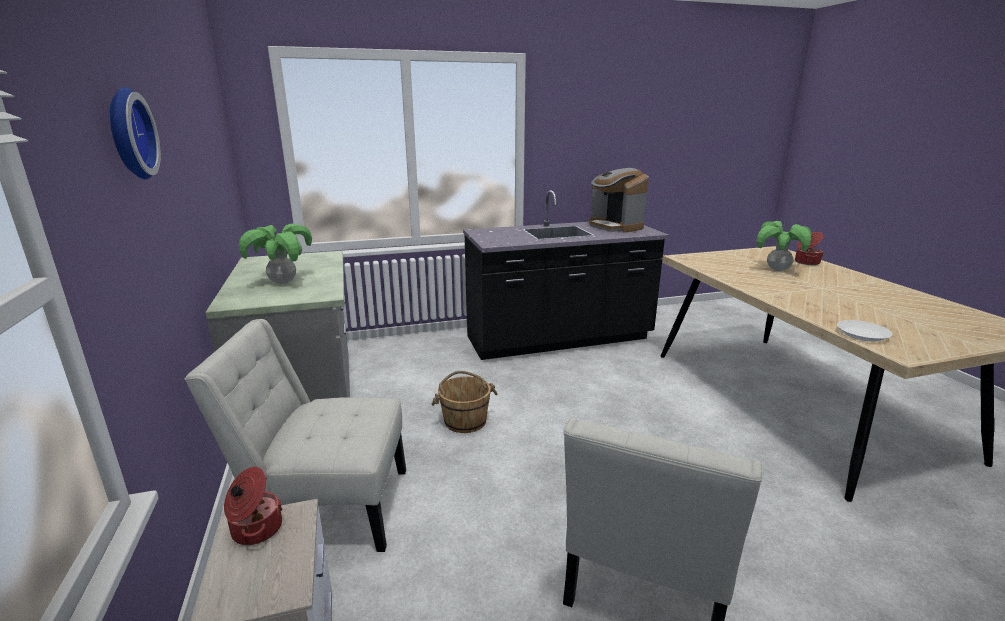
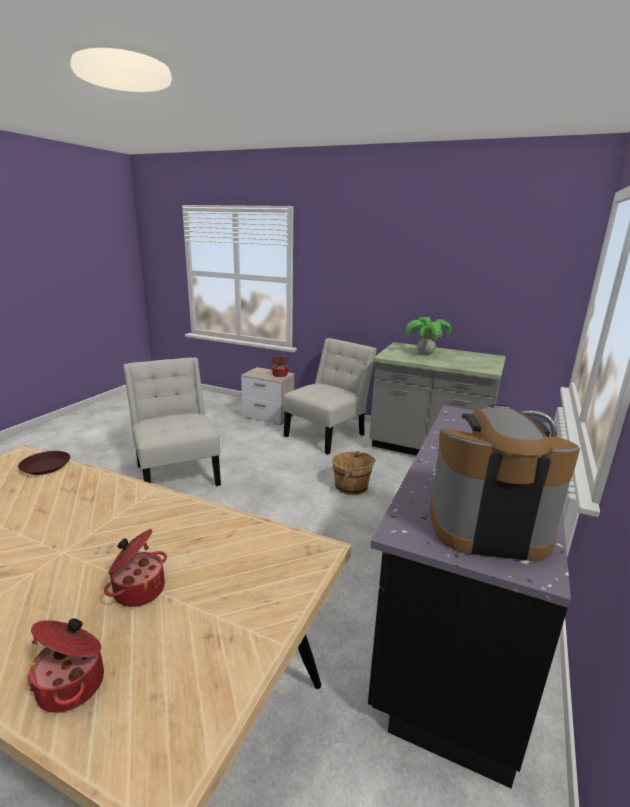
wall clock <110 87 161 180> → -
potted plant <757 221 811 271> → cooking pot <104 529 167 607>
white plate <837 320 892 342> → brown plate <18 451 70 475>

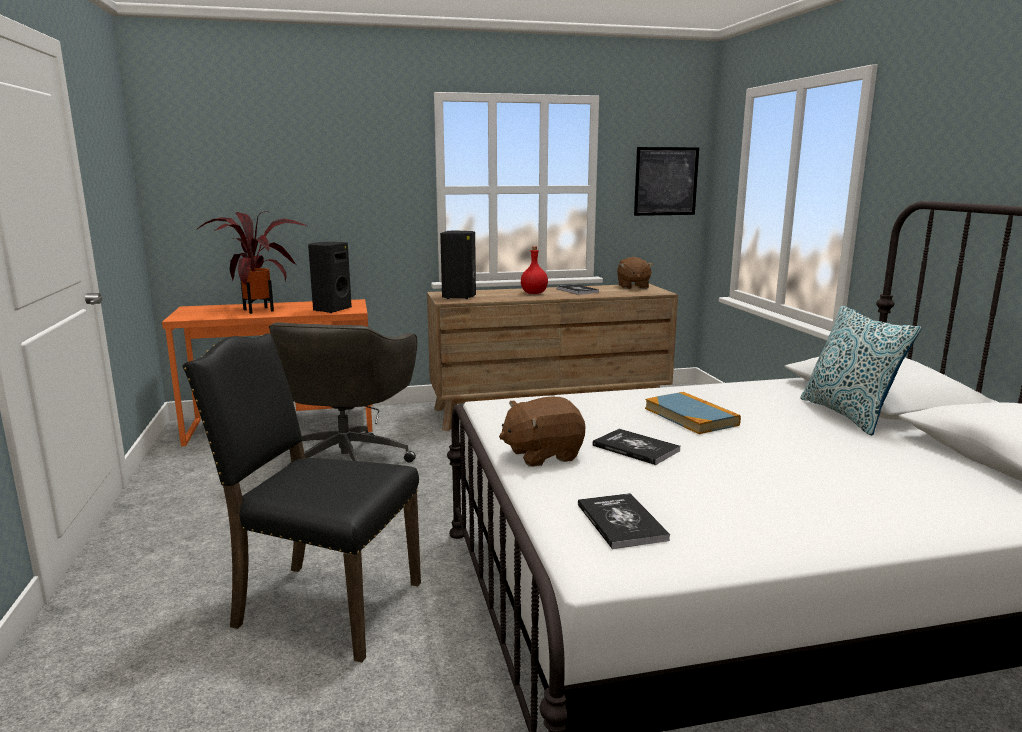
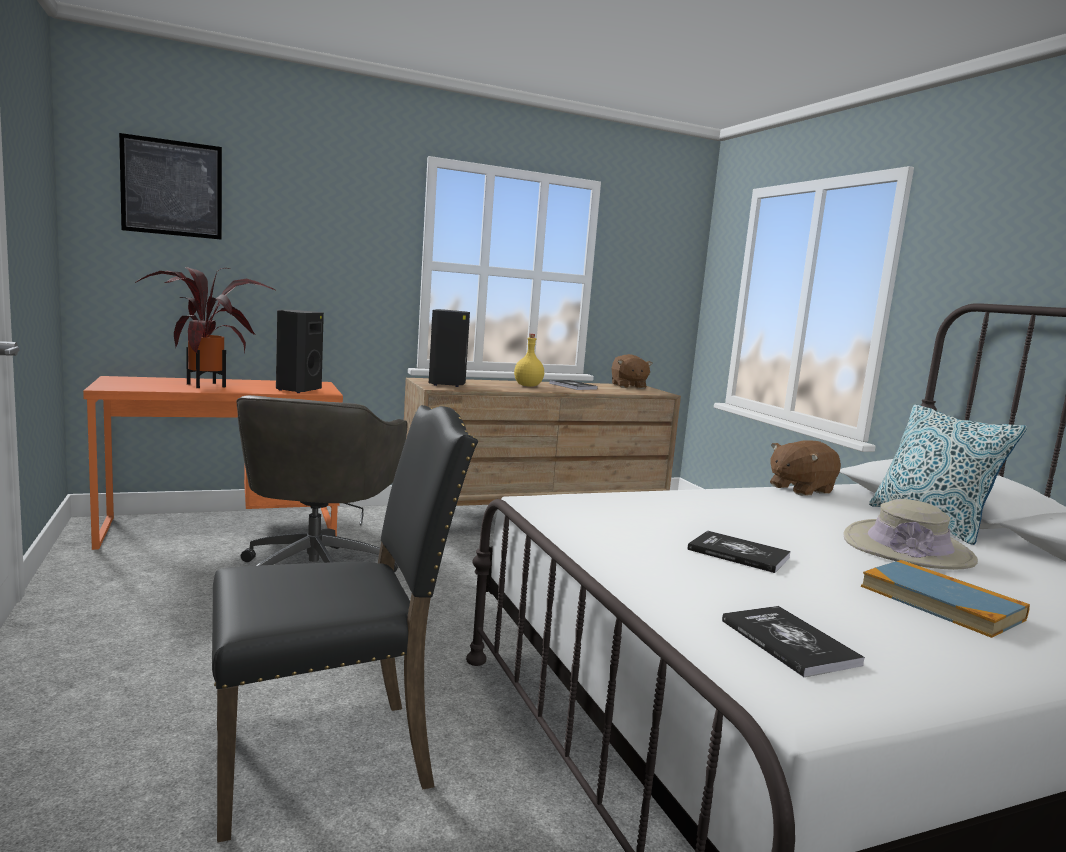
black chair <183 333 421 662> → black chair <212 405 478 843>, 150 degrees clockwise
brown plush toy <499 397 585 467> → brown plush toy <770 440 841 496>, moved
red bottle <521 246 548 294> → yellow bottle <514 334 544 387>
picture <634 147 699 216> → picture <119 133 222 240>, moved
book <645 392 741 434> → book <861 560 1030 638>, moved
- → beige hat <843 499 978 570>

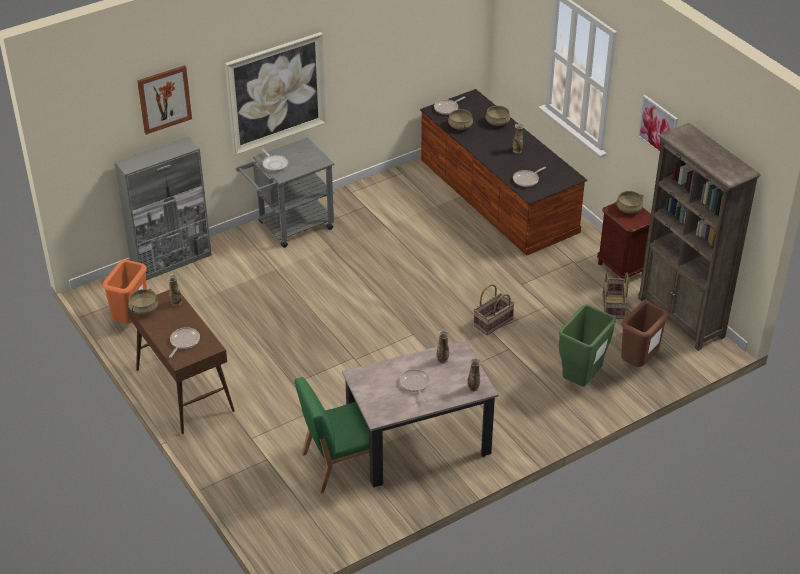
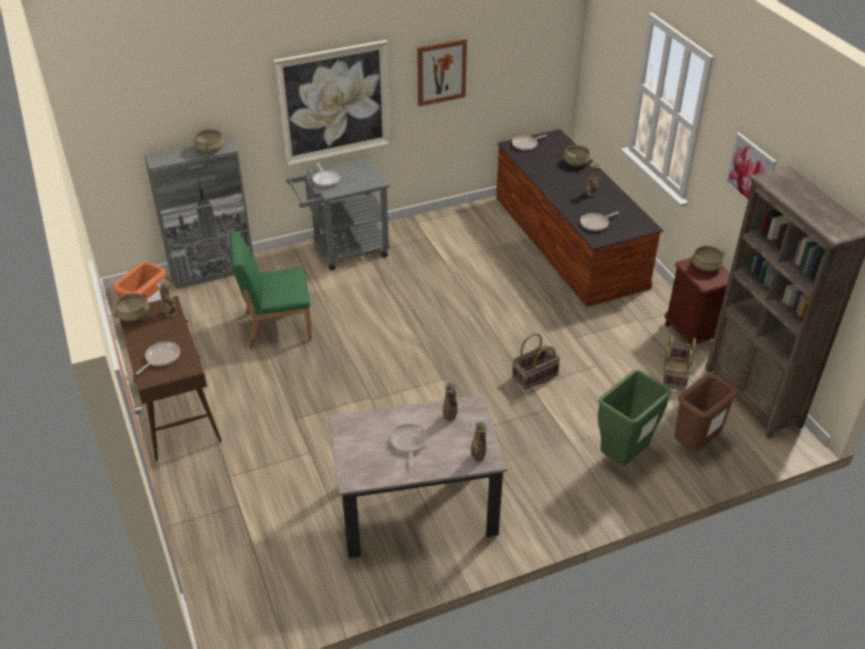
picture <137 65 192 135> → picture <417 39 467 106>, moved
green chair <295 377 369 494> → green chair <230 231 312 349>, moved
beige cooking pot <448 109 473 130> → beige cooking pot <194 129 224 153>, moved

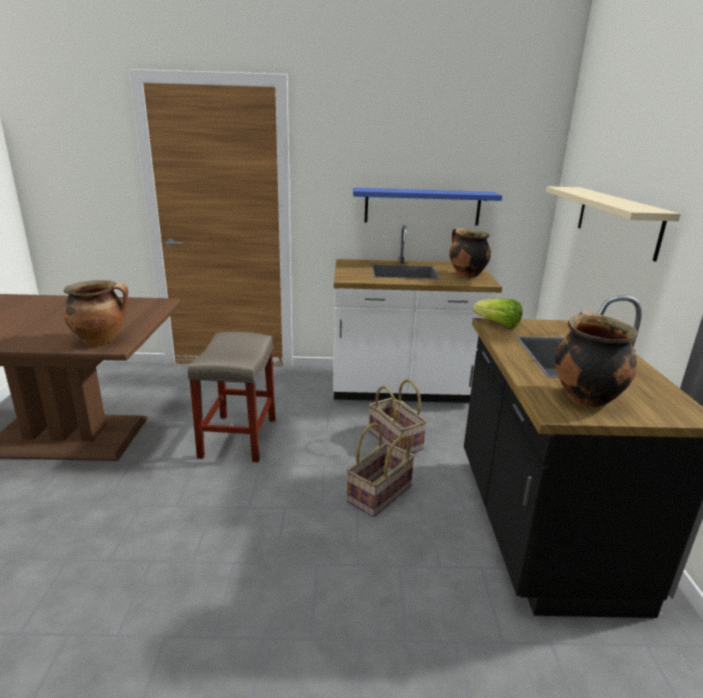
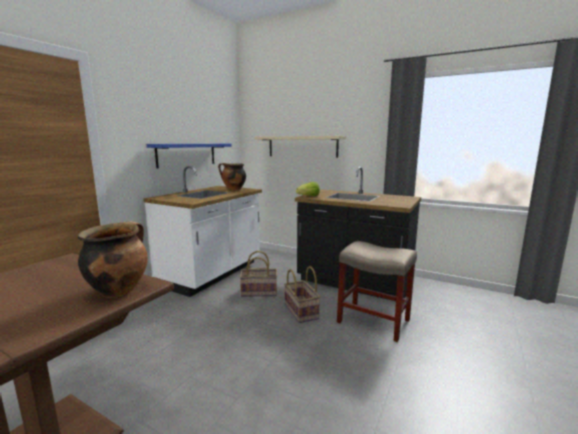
beige stool <187 332 275 462> → beige stool <337 241 417 342>, moved
cooking pot <555 311 637 408> → -

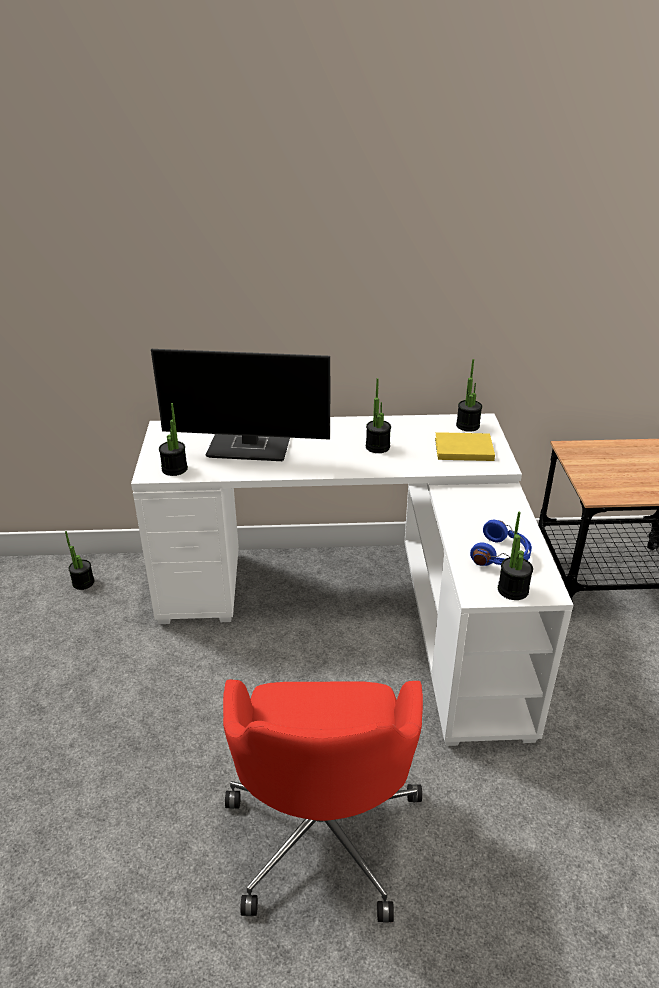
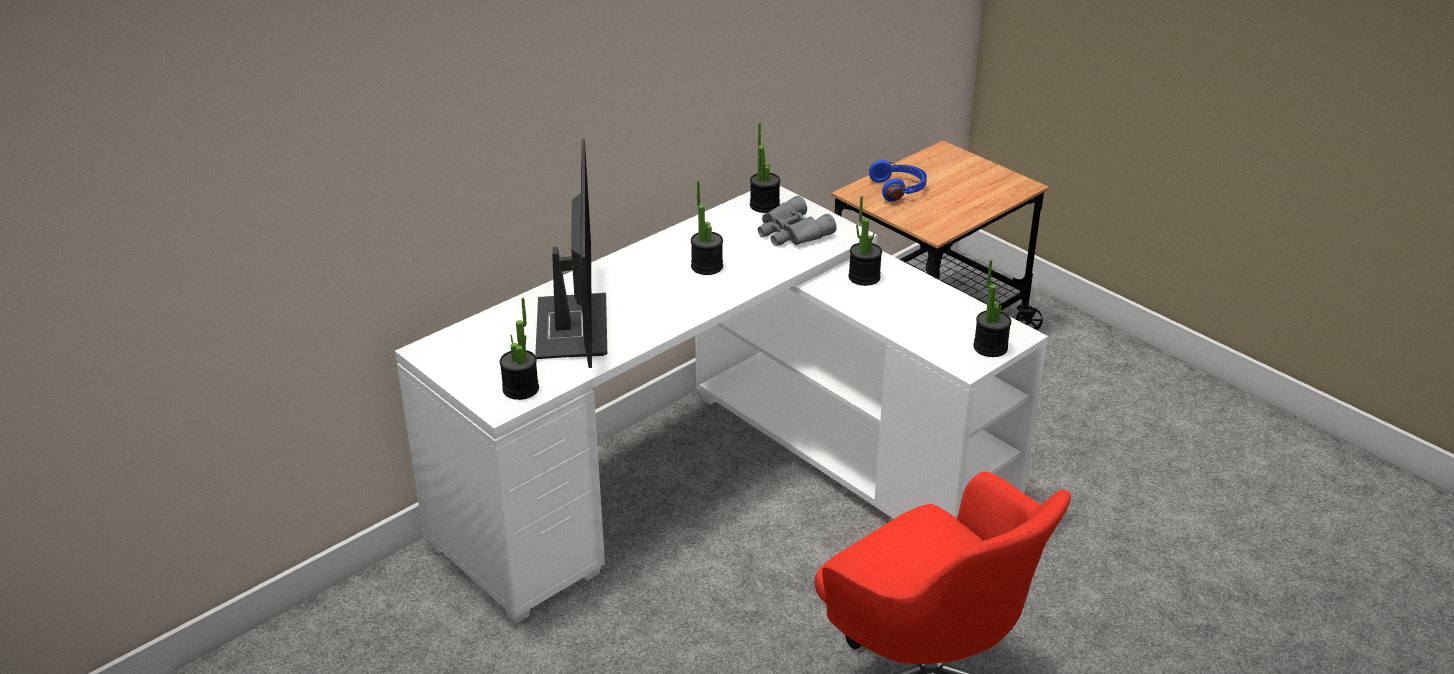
potted plant <65 531 95 590> → potted plant <848 196 882 286>, moved
monitor <151 349 330 461> → monitor <535 139 607 368>, 60 degrees counterclockwise
yellow book <435 432 495 461> → grey binoculars <758 196 837 246>
blue headphones <470 520 532 566> → blue headphones <869 160 927 202>, moved

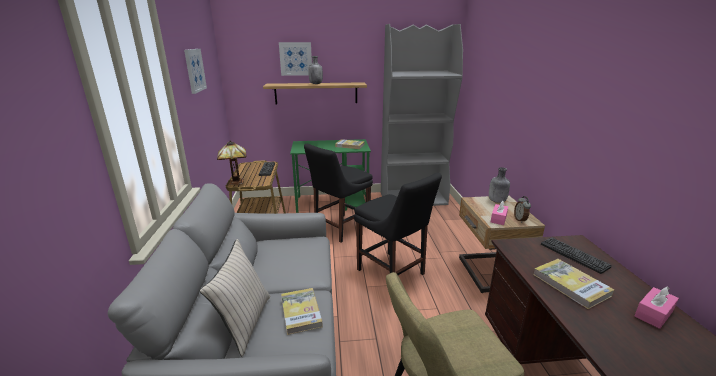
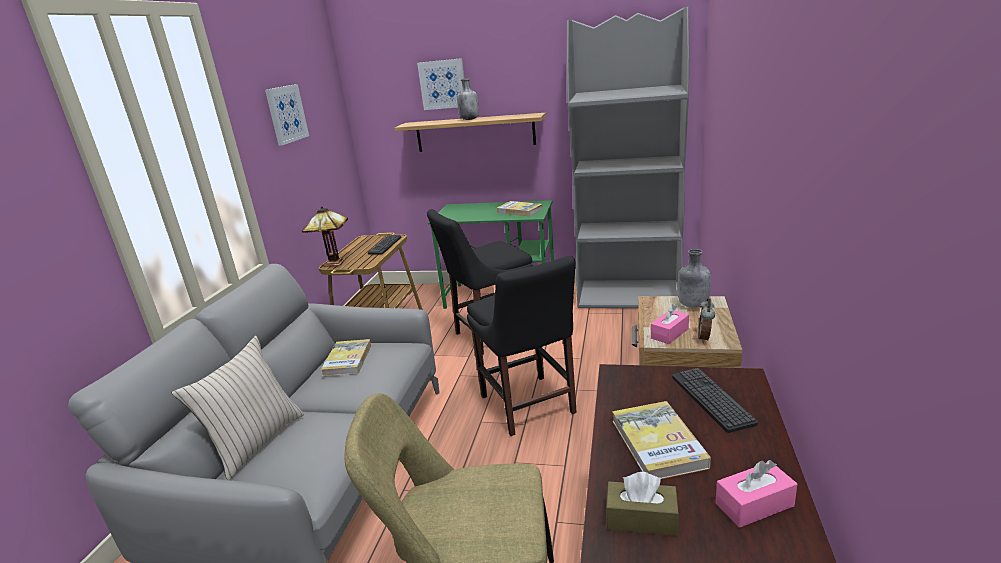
book <281 288 323 335> → book <321 339 371 376>, moved
- → brown tissue box <606 472 679 536>

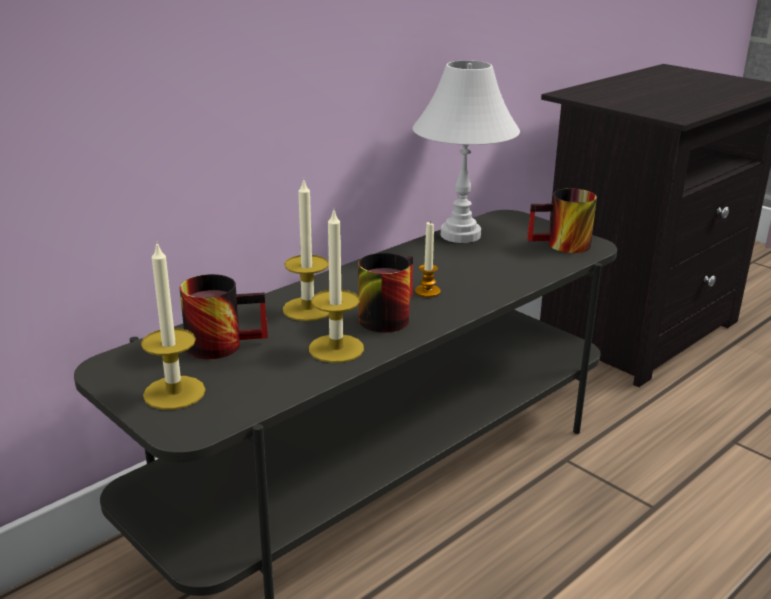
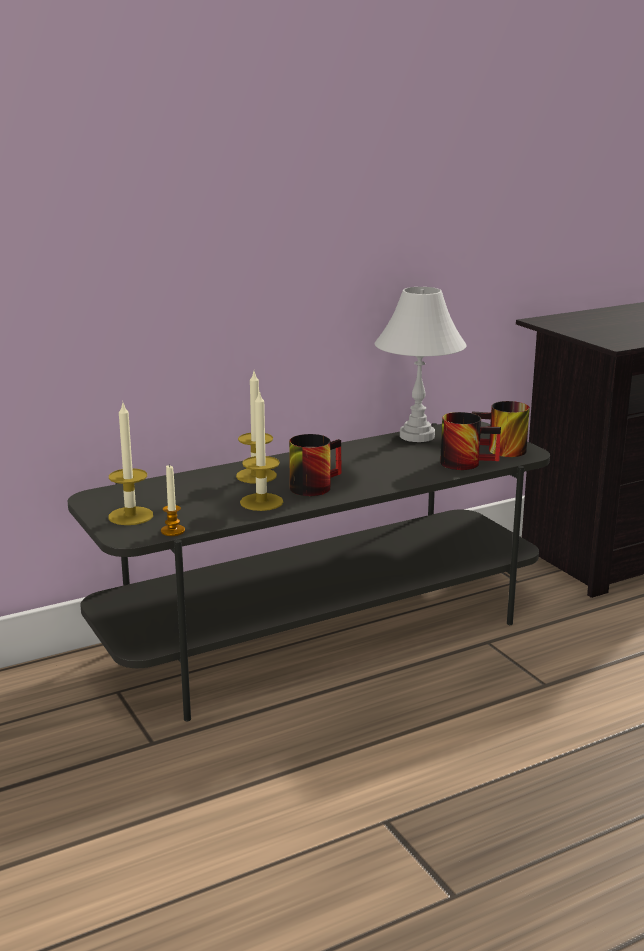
mug <180 274 268 359> → mug <440 412 501 470>, moved
candle <415 222 441 297> → candle <161 464 185 536>, moved

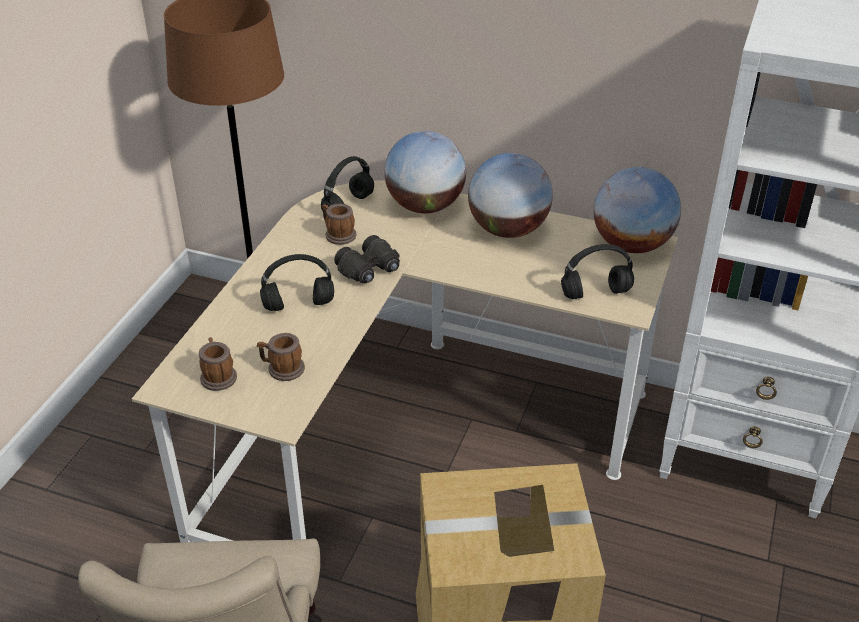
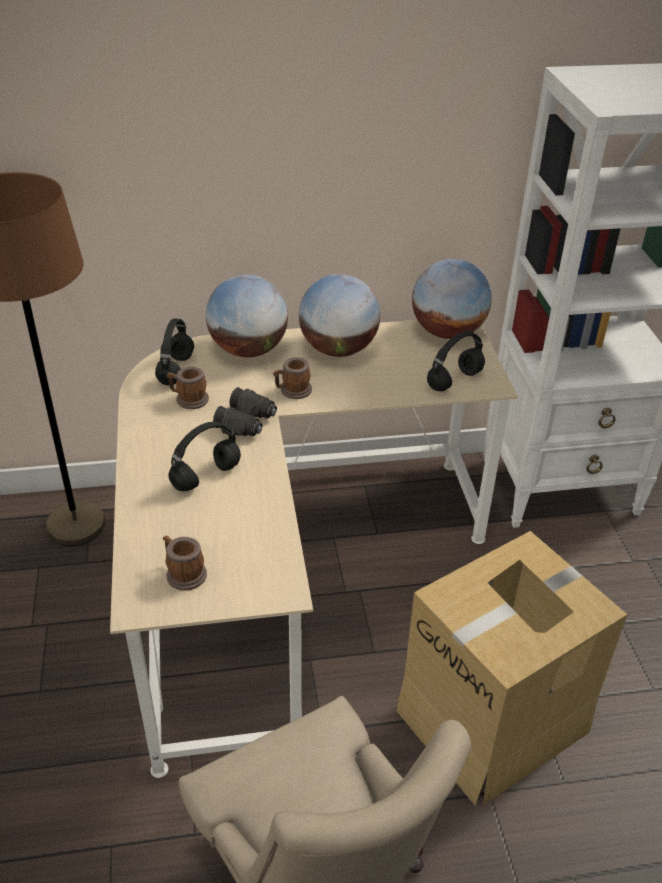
mug <257 333 305 381> → mug <273 357 312 399>, moved

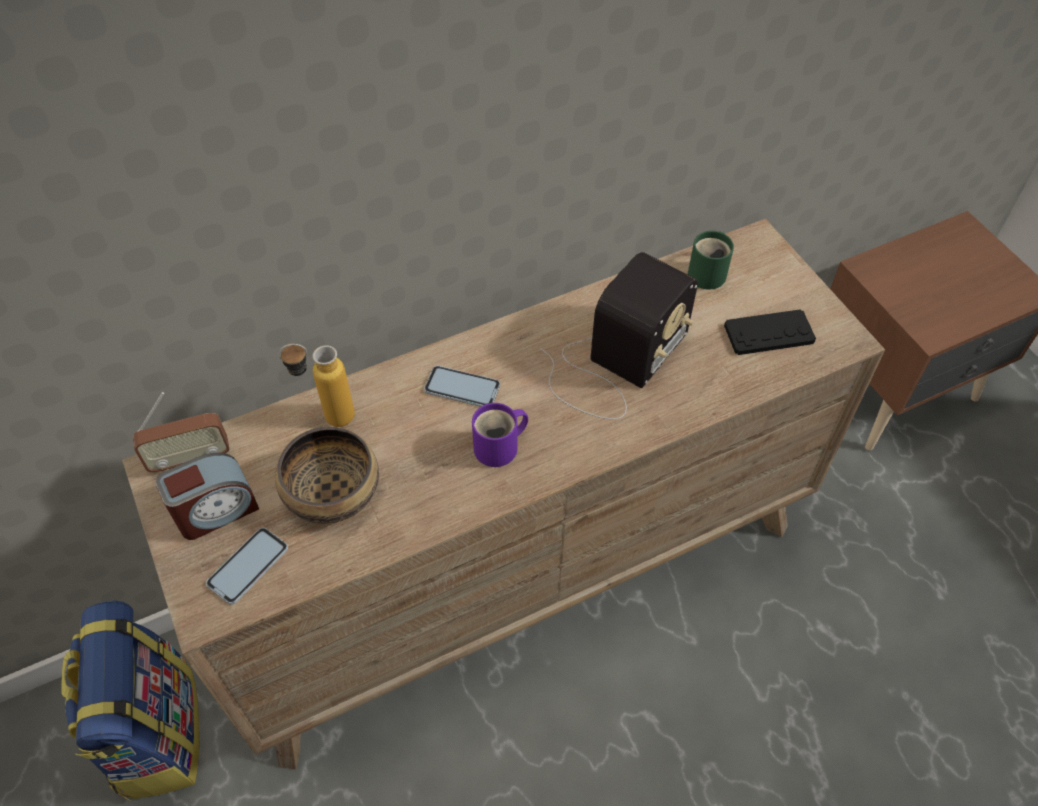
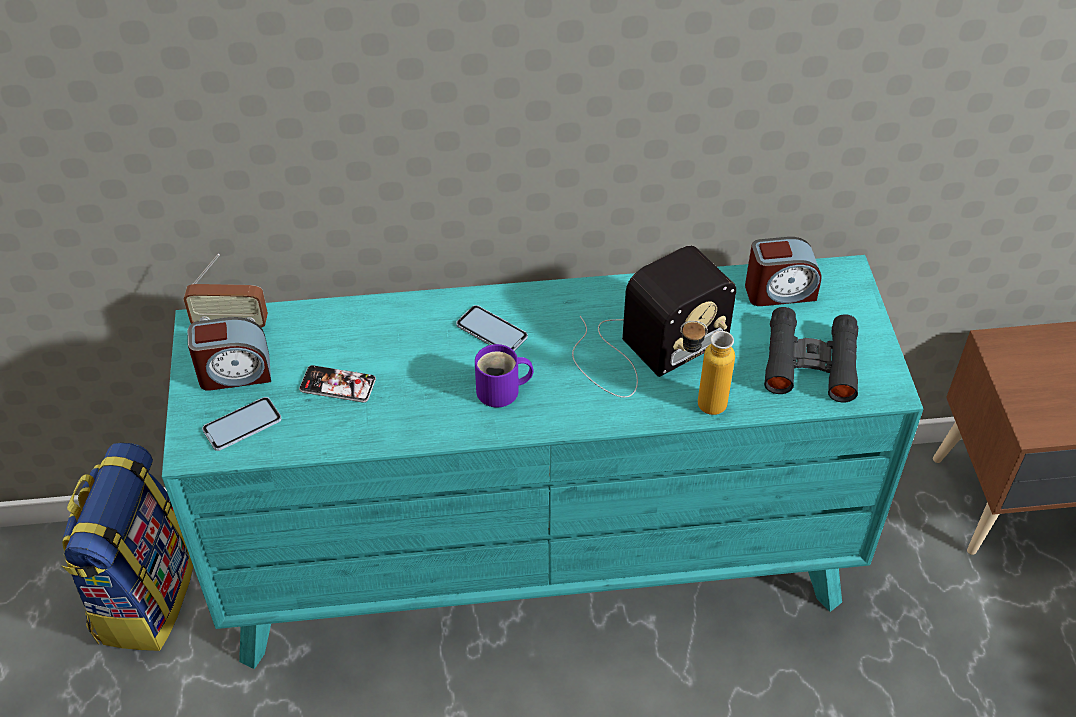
brown dresser <122 218 885 769> → turquoise dresser <162 255 923 669>
bowl <275 427 379 524> → phone <299 365 376 402>
bottle <278 344 355 427> → bottle <680 320 735 415>, moved
green mug <688 231 734 290> → alarm clock <745 237 821 306>
black game controller <724 309 816 355> → black binoculars <764 307 858 403>

